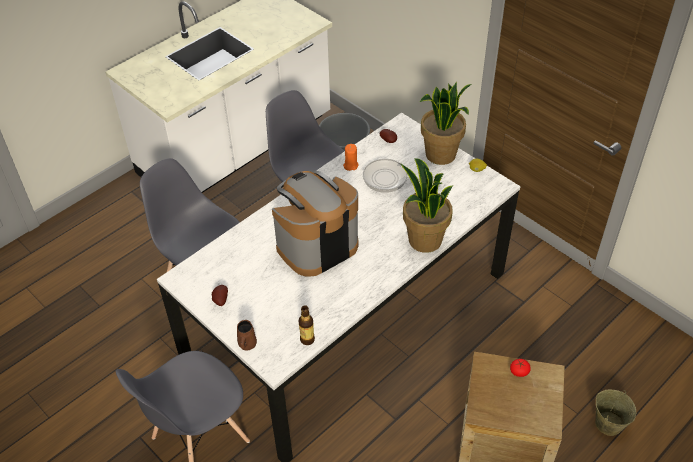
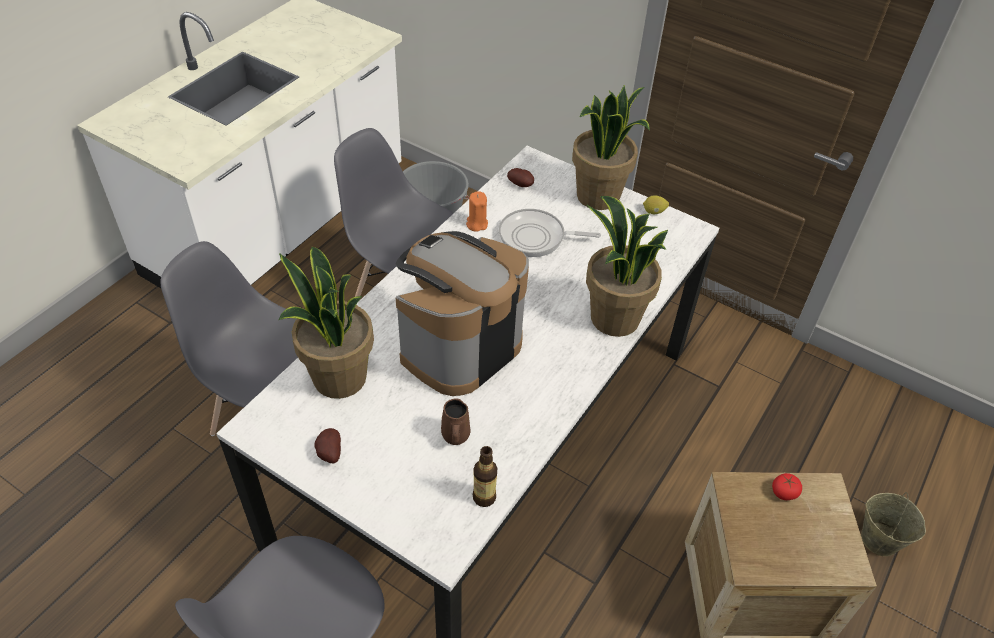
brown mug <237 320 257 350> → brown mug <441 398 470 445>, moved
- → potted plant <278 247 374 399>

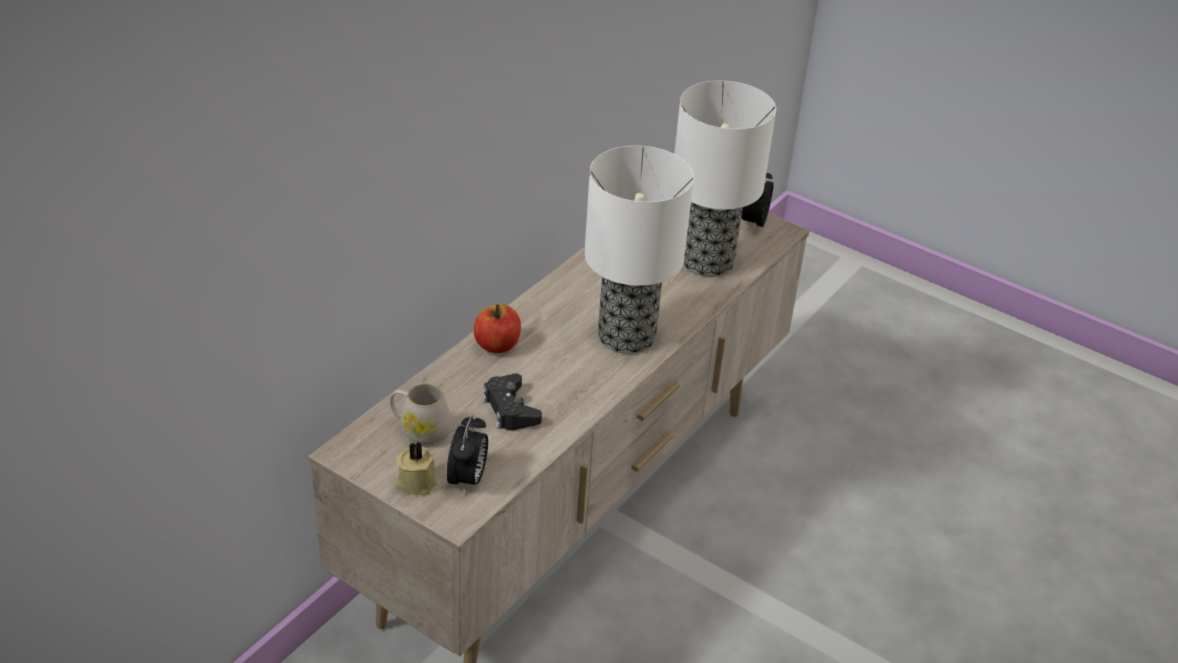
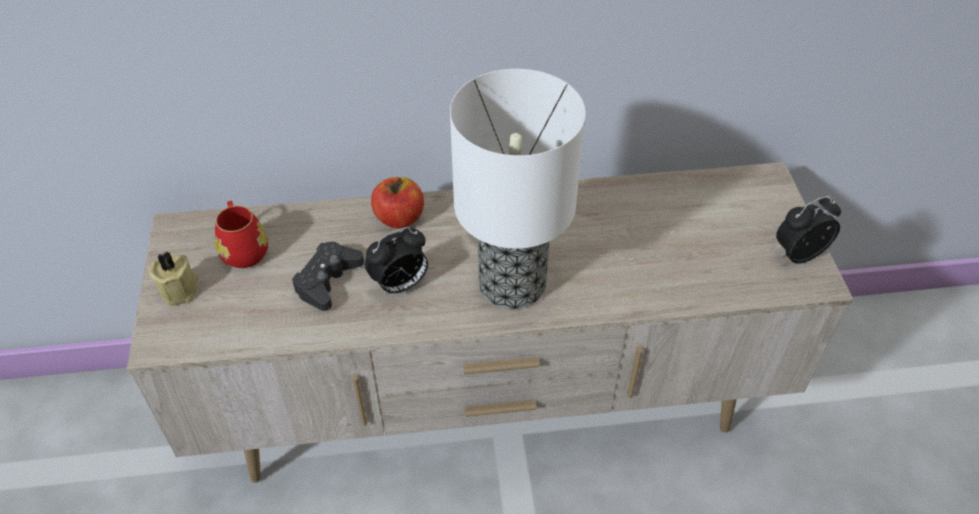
white mug <390 383 451 445> → red mug <215 201 268 268>
alarm clock <447 414 488 494> → alarm clock <365 227 428 295>, moved
table lamp <674 81 776 277> → -

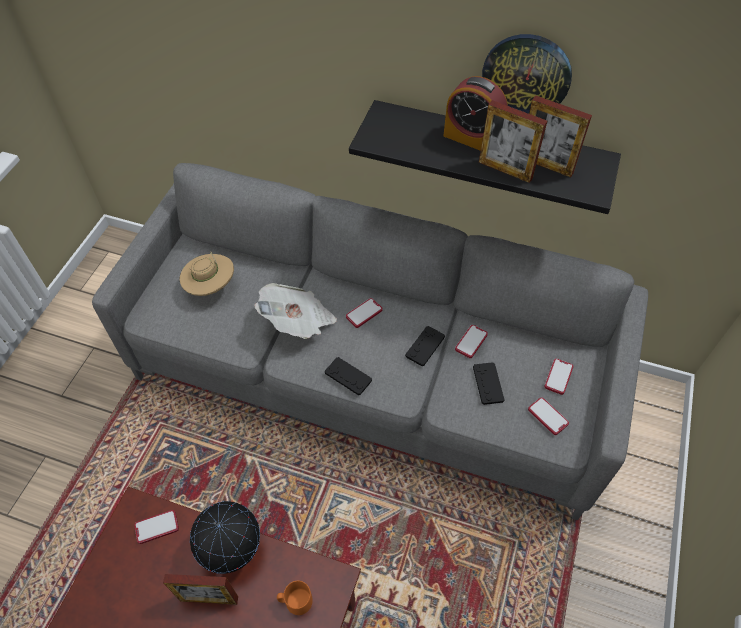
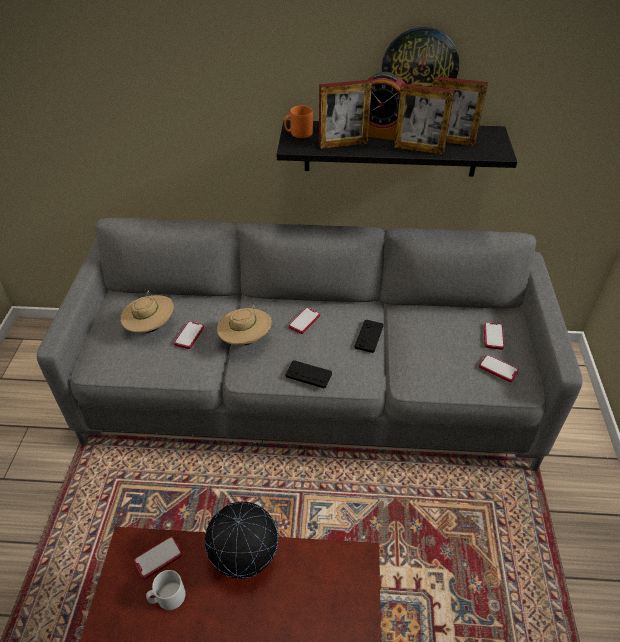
picture frame <163 574 238 605> → picture frame <319 80 372 149>, moved
newspaper <254 283 337 339> → beige hat <217 305 272 345>
orange mug <277 581 313 615> → orange mug <284 105 313 138>, moved
phone <455 325 488 358> → phone <174 321 204 349>, moved
black game controller <473 362 504 405> → -
- → grey mug <146 570 186 610>

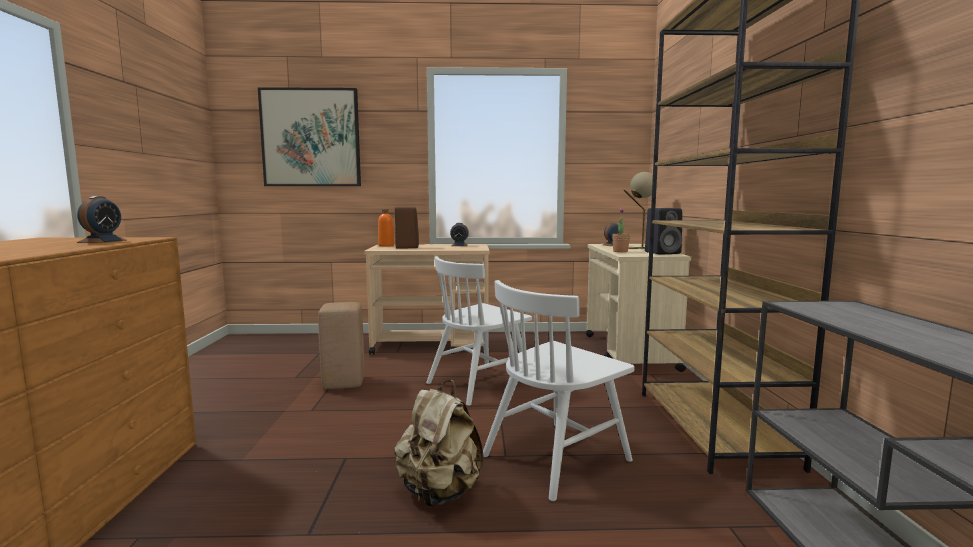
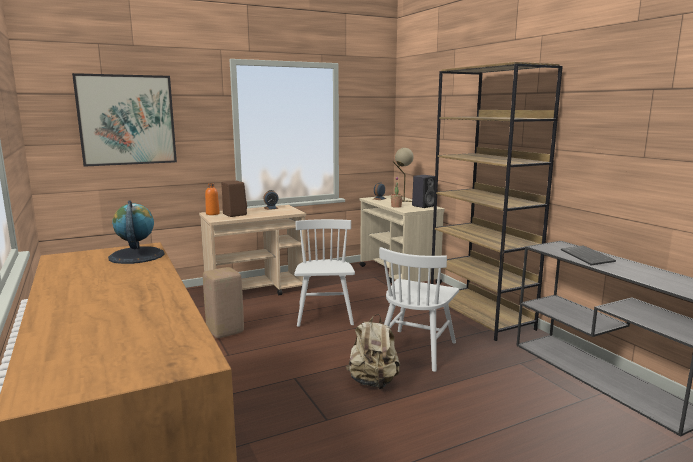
alarm clock <77 196 127 243> → globe <108 200 165 264>
white chair <426 256 532 406> → white chair <294 219 355 327>, 150 degrees clockwise
- → keyboard <561 245 616 265>

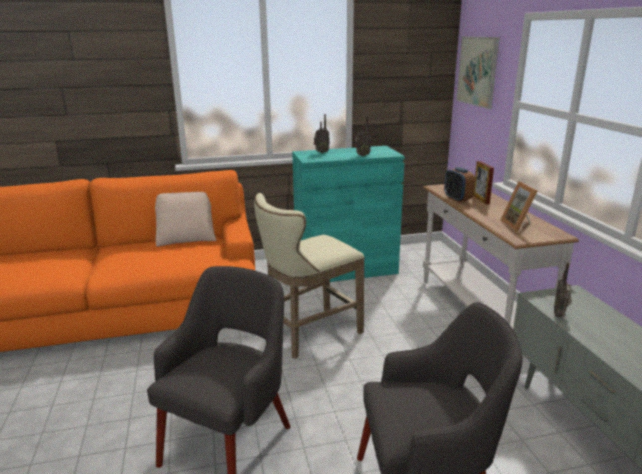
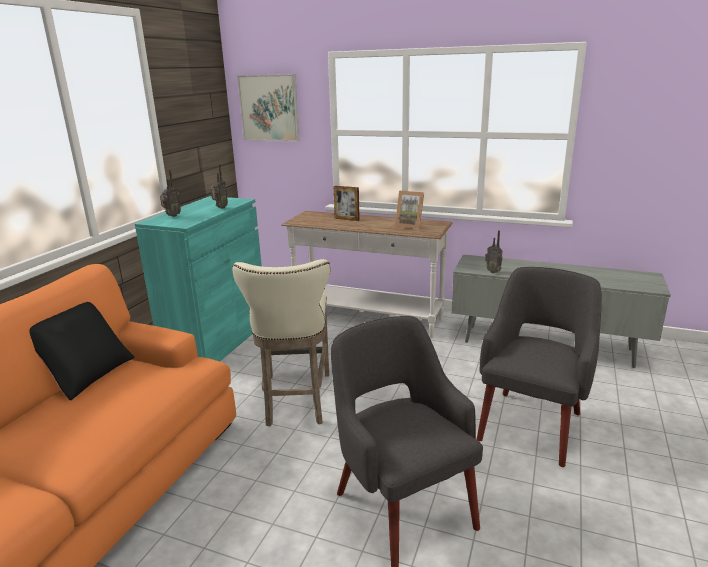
beige pillow <155 192 216 247> → black pillow <29 302 135 401>
alarm clock <444 167 475 202> → -

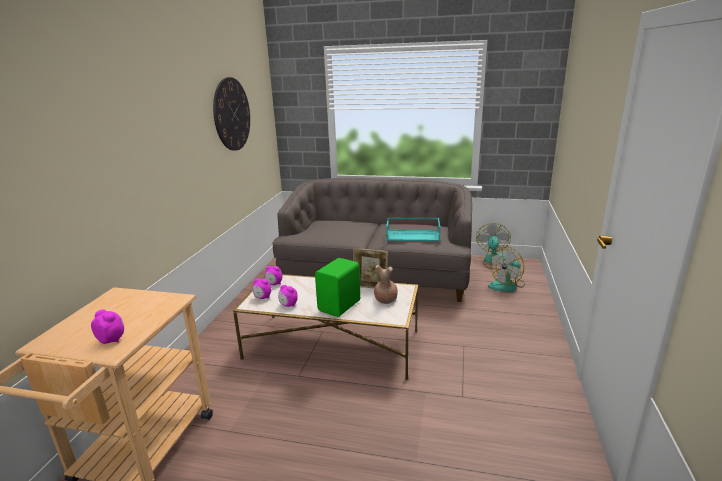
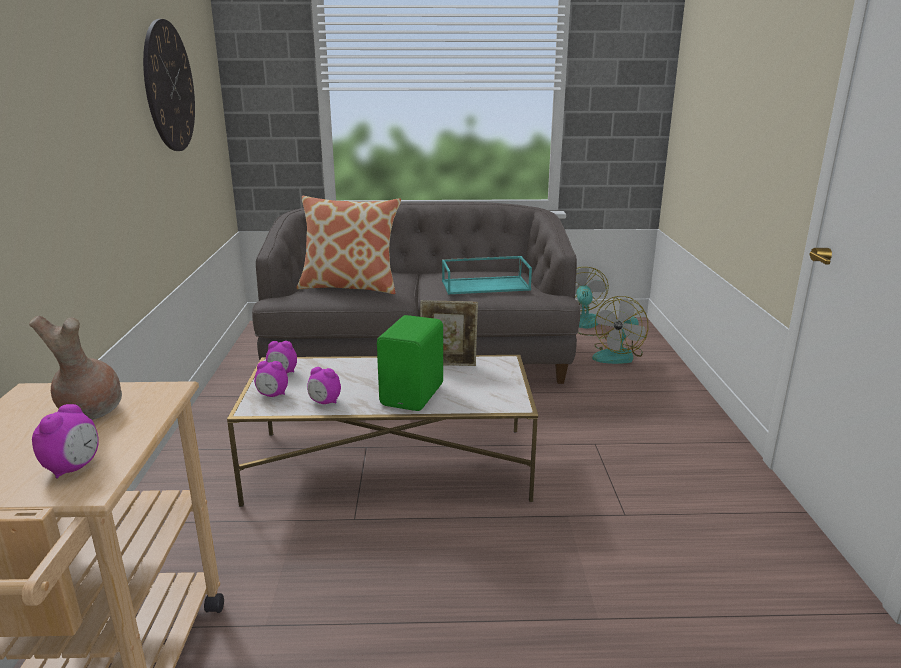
alarm clock <91 309 124 344> → alarm clock <32 404 99 479>, 90 degrees clockwise
brown vase <374 265 398 304> → brown vase <29 316 122 420>, moved
- → pillow <297 196 401 294>

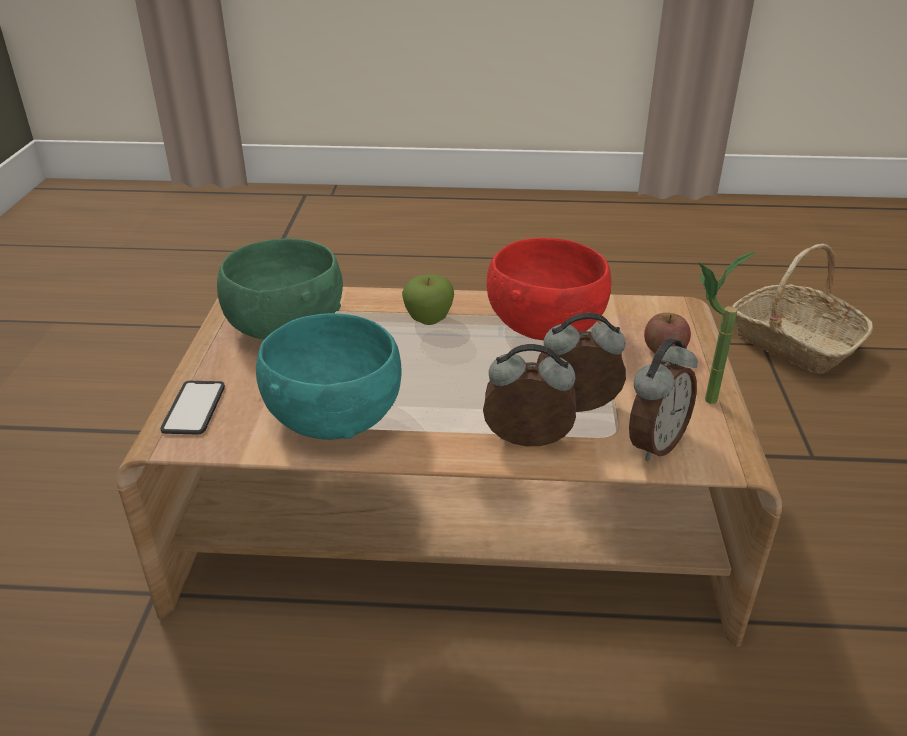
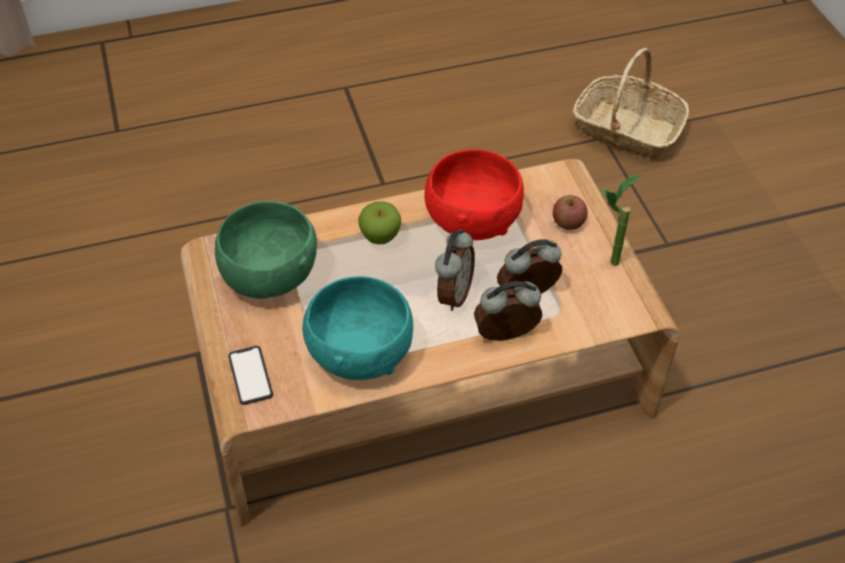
alarm clock <629 338 698 461> → alarm clock <435 229 475 311>, moved

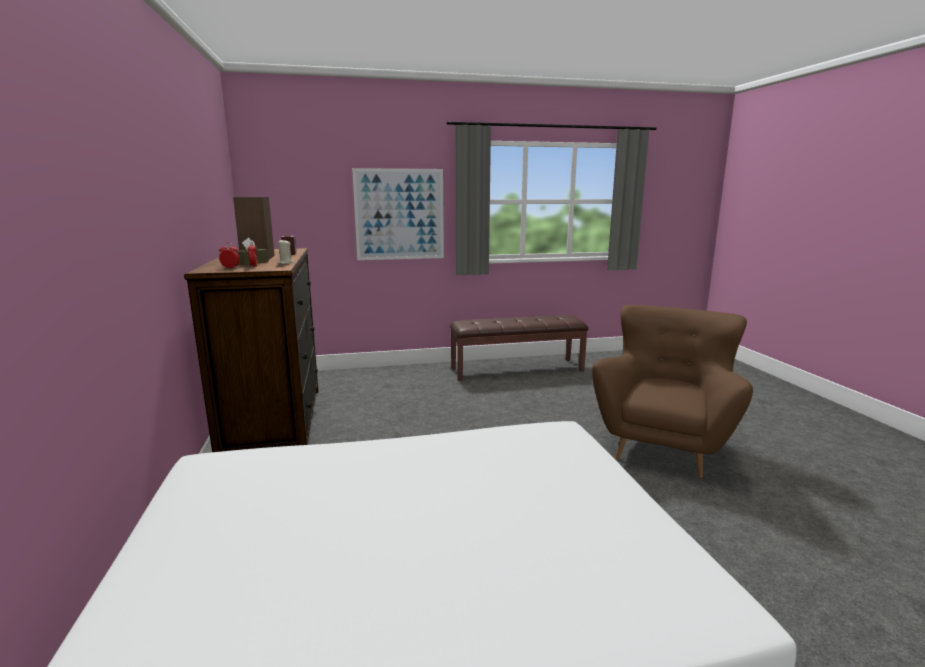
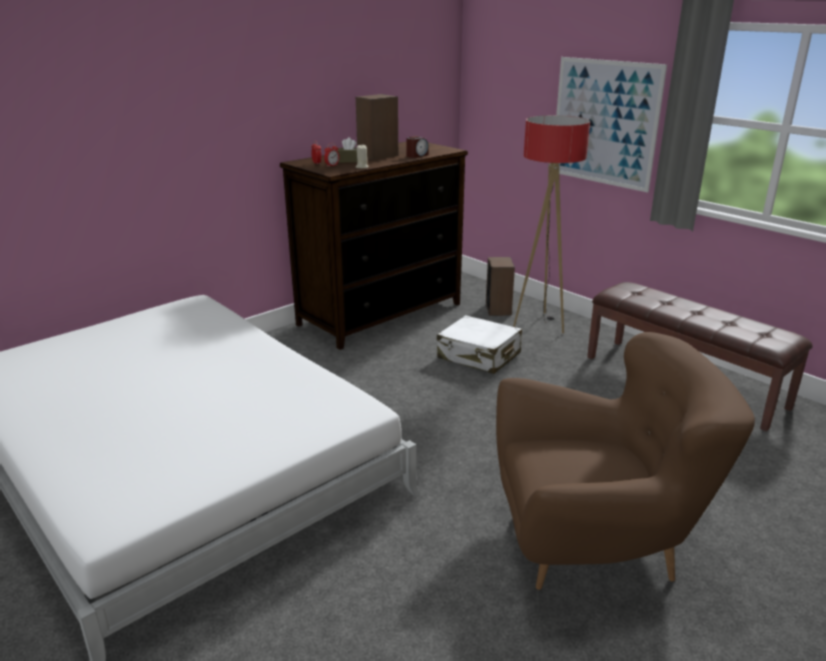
- → white suitcase <437 315 522 374>
- → speaker <486 257 515 316>
- → floor lamp <513 115 590 334>

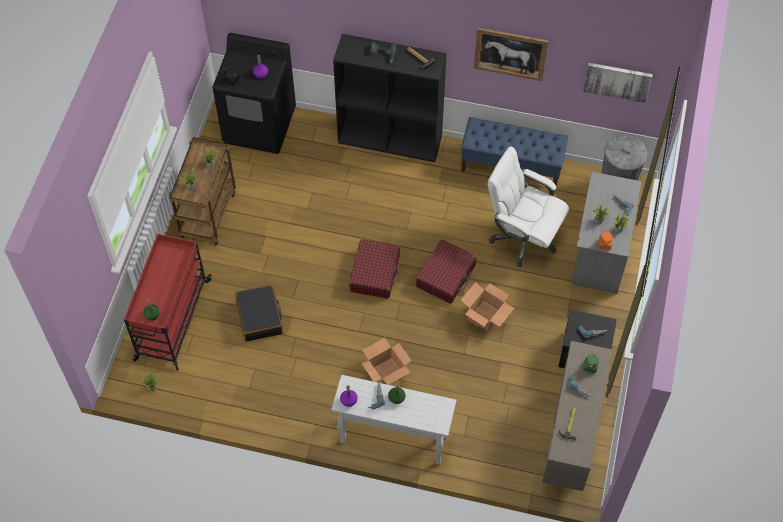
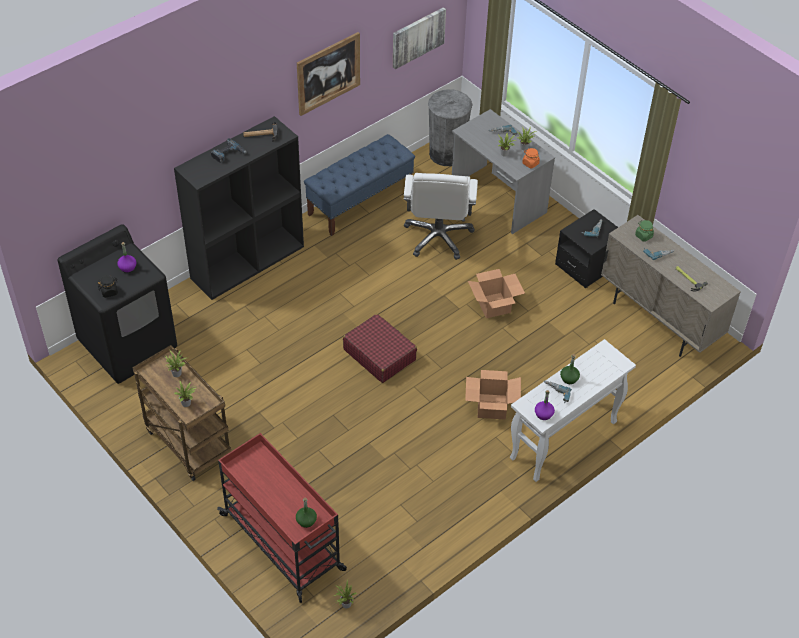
black suitcase <235 285 283 342> → -
red suitcase <416 239 477 304> → -
white office chair <488 146 569 267> → white office chair <404 173 478 260>, 60 degrees counterclockwise

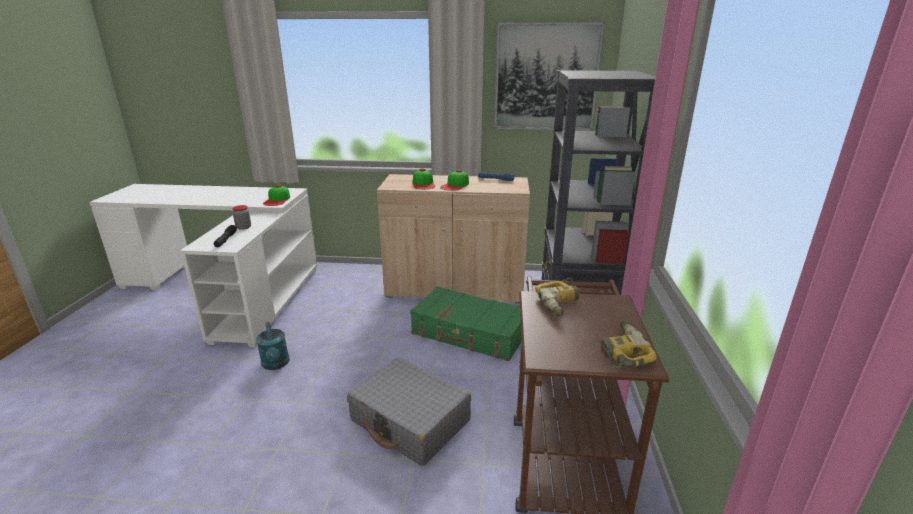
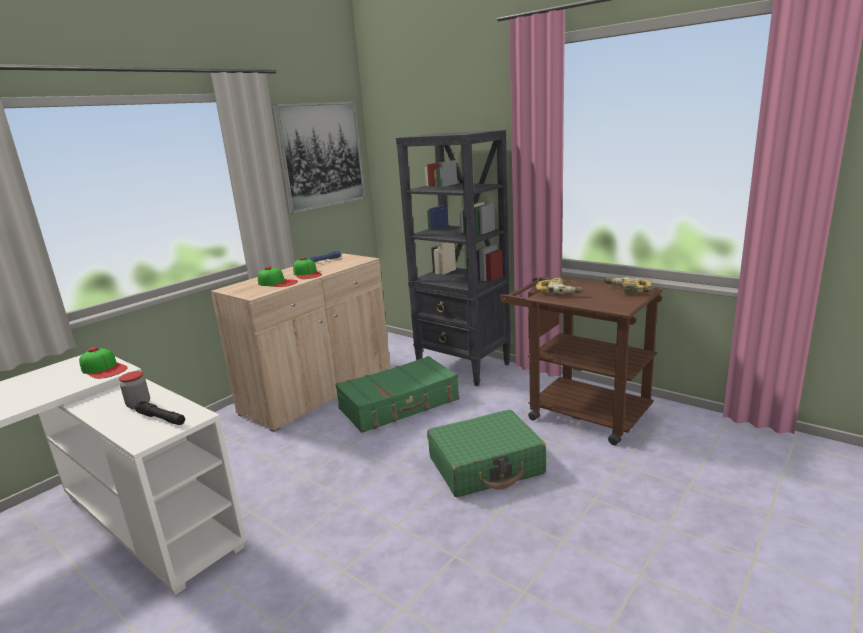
turquoise watering can <256 322 290 370> → -
grey suitcase <347 358 471 466> → green suitcase <427 410 546 497>

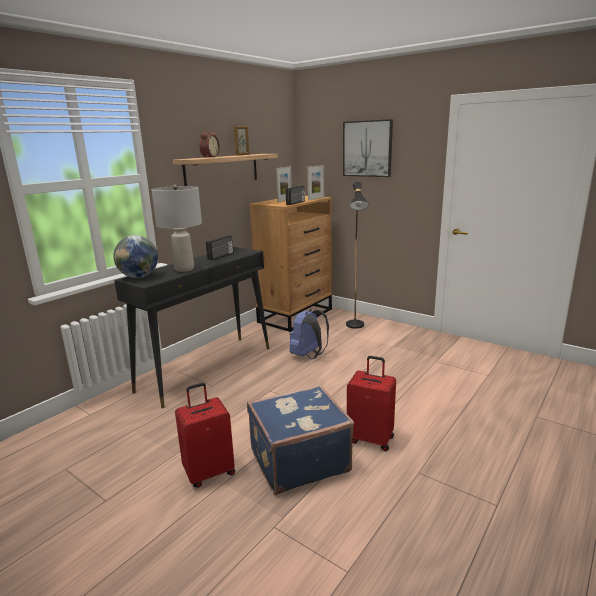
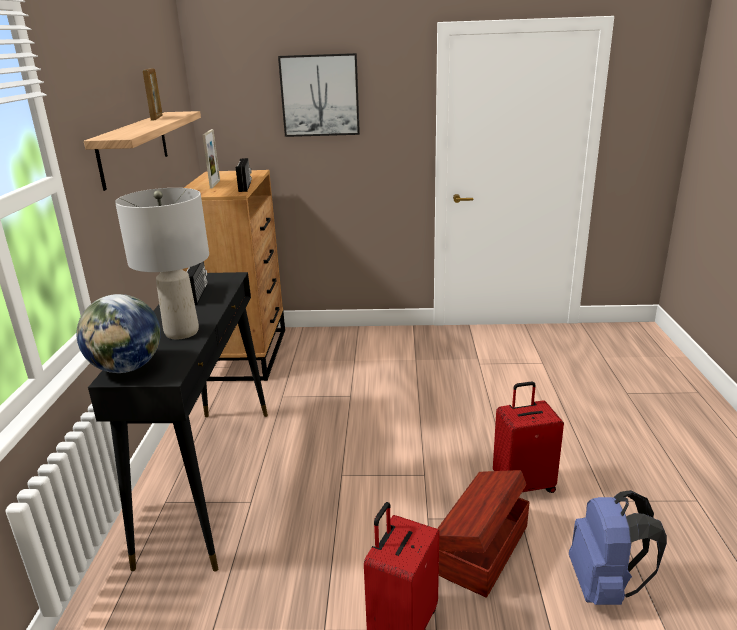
alarm clock <199 132 220 157> → -
blue suitcase <247 384 354 495> → brown storage box <437 470 529 598>
blue backpack <290 309 329 360> → blue backpack <569 490 667 605>, moved
picture frame <307 165 324 200> → -
black floor lamp <346 182 369 329> → -

